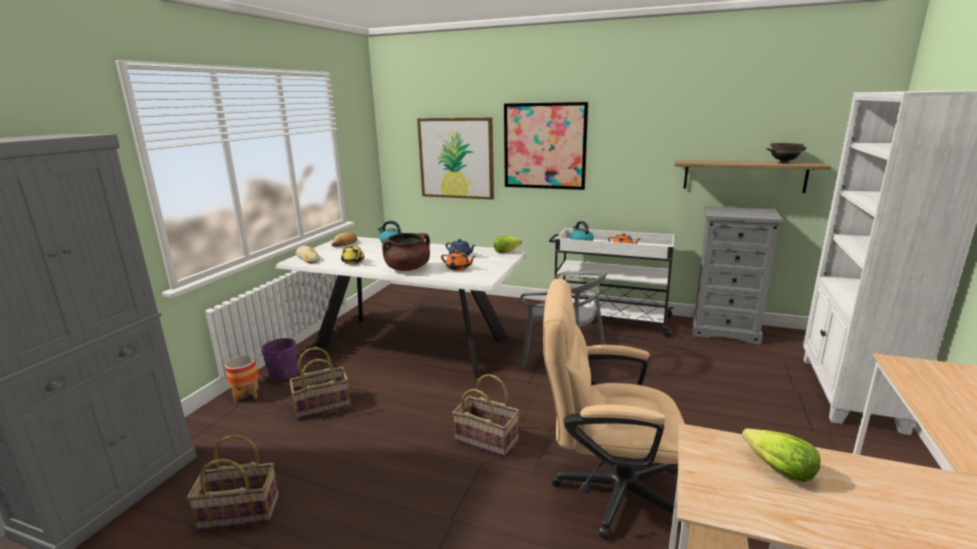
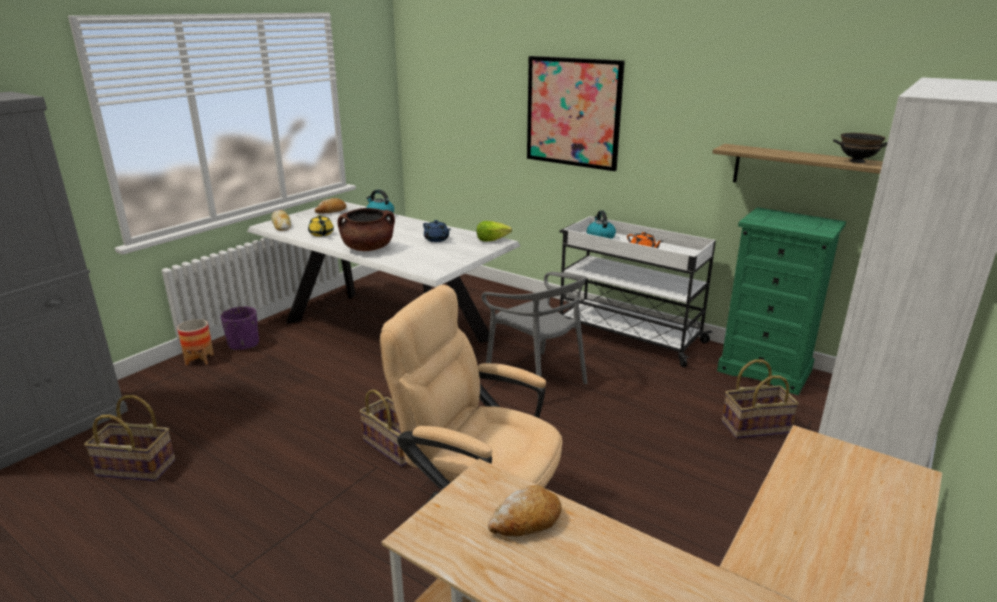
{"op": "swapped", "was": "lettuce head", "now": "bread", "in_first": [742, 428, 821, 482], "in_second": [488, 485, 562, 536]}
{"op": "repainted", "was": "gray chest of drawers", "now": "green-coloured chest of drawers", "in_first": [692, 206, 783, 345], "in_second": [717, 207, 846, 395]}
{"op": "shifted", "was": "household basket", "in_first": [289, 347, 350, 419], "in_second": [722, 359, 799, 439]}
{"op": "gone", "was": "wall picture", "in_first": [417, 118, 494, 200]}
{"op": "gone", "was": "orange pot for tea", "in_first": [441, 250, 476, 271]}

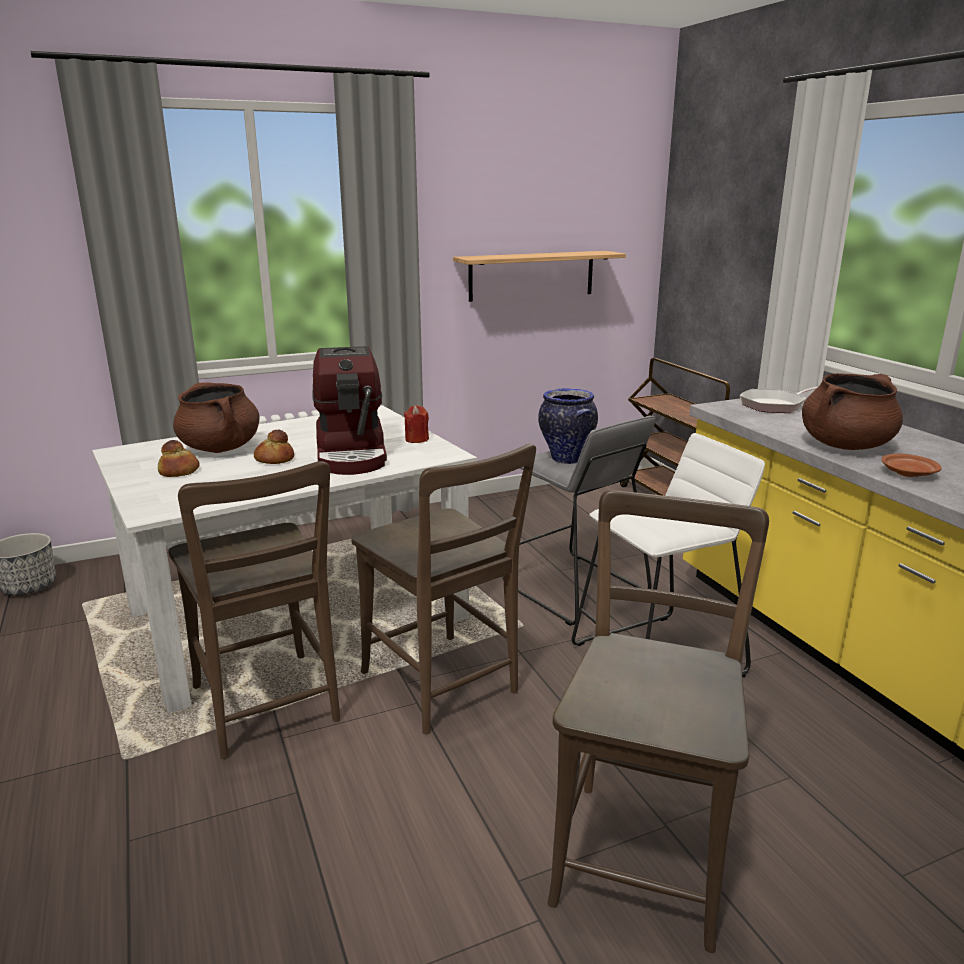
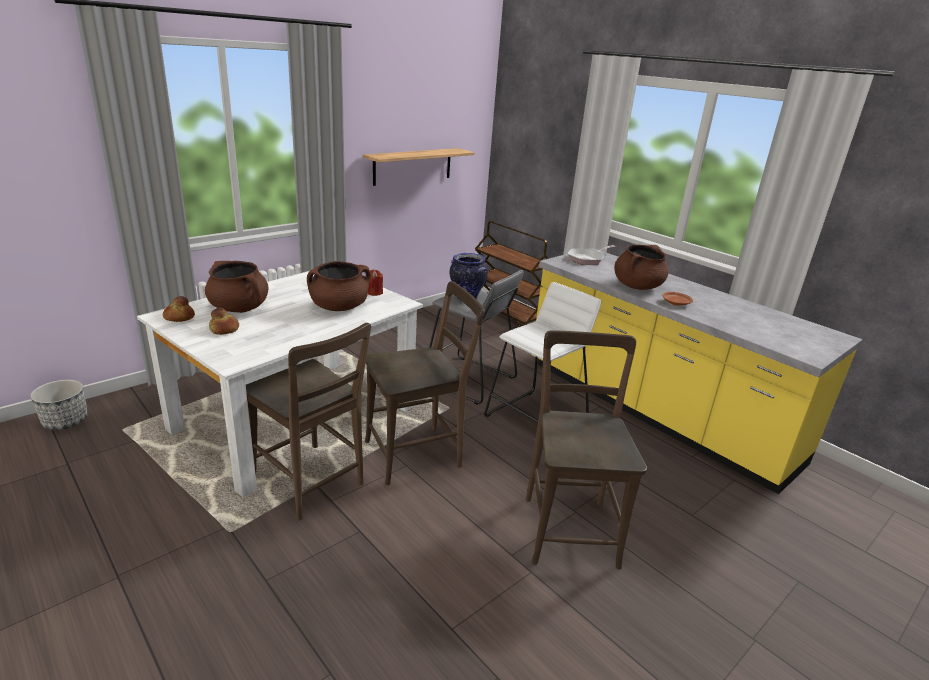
{"op": "shifted", "was": "bread", "in_first": [254, 430, 294, 464], "in_second": [163, 296, 195, 322]}
{"op": "swapped", "was": "coffee brewer", "now": "brownish stockpot", "in_first": [313, 346, 387, 475], "in_second": [307, 261, 371, 311]}
{"op": "rotated", "was": "brownish upright chair", "in_first": [351, 444, 536, 734], "in_second": [365, 281, 485, 485], "clockwise": -60}

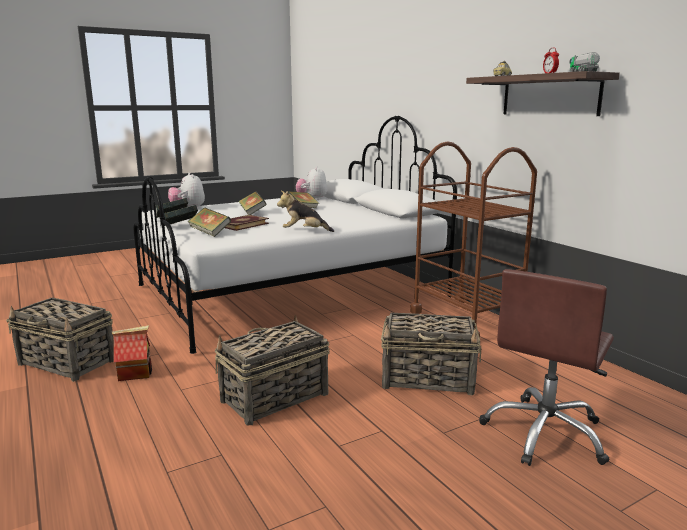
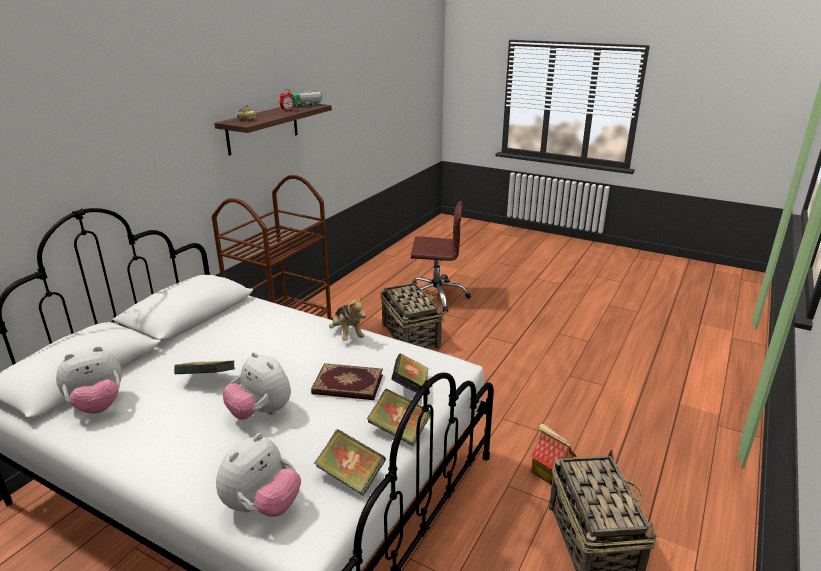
{"op": "swapped", "was": "book", "now": "soft toy", "in_first": [238, 191, 267, 215], "in_second": [223, 352, 291, 420]}
{"op": "gone", "was": "household basket", "in_first": [214, 315, 330, 425]}

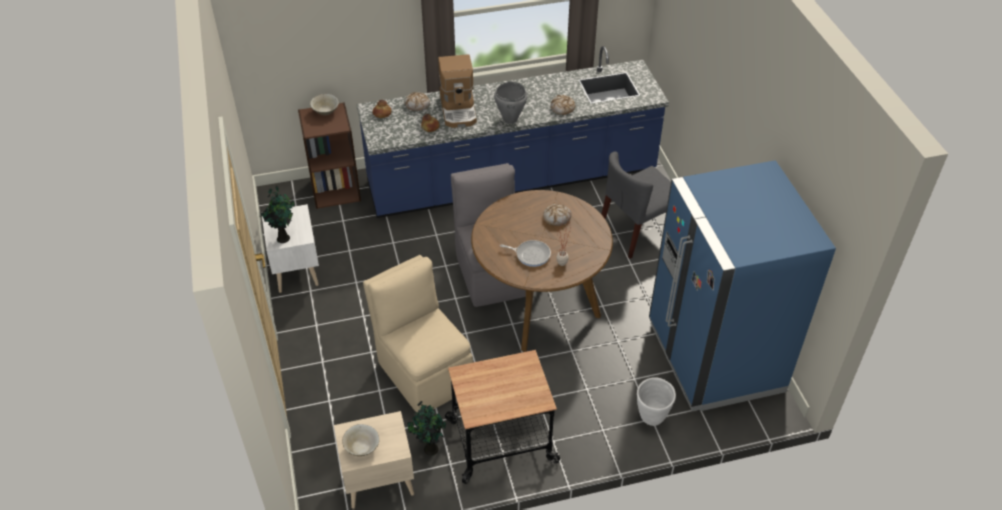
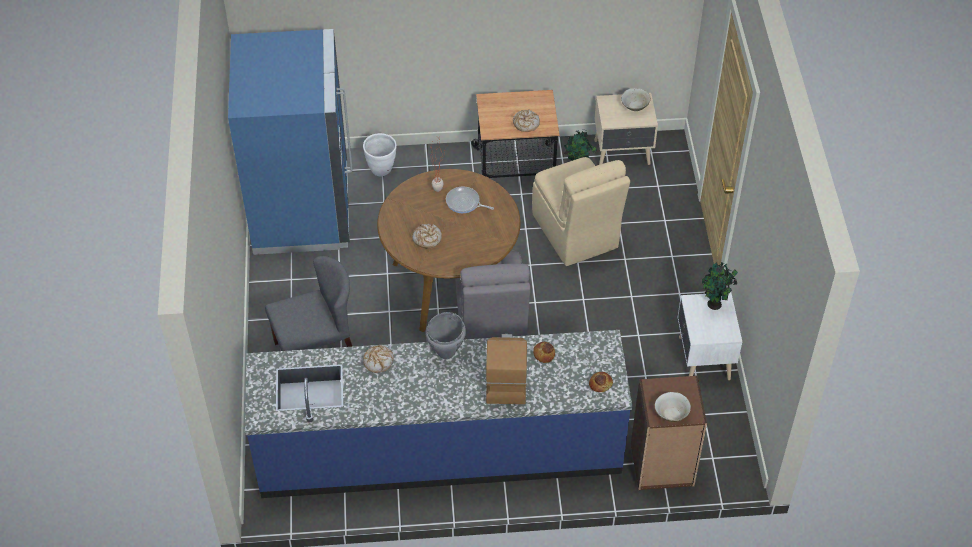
{"op": "shifted", "was": "bread", "in_first": [404, 92, 430, 111], "in_second": [513, 109, 540, 132]}

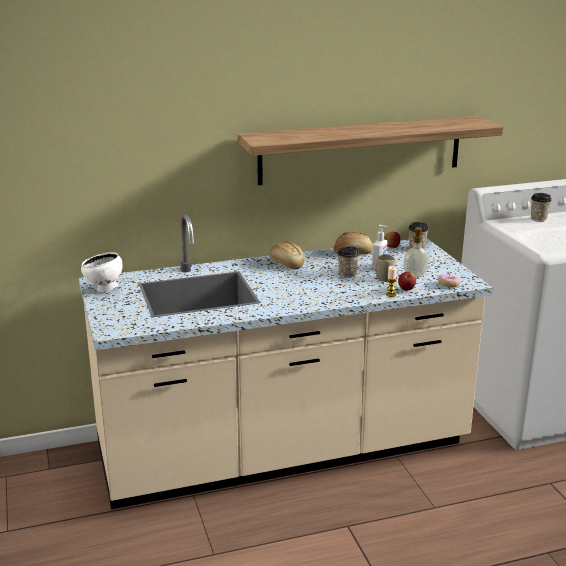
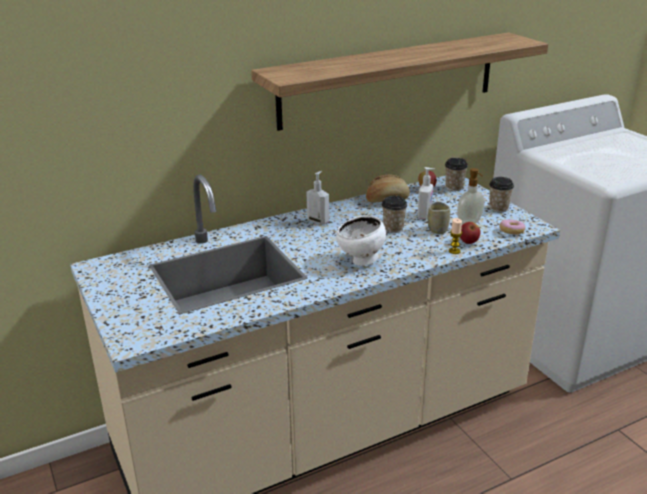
{"op": "swapped", "was": "bread", "now": "liquid soap bottle", "in_first": [269, 241, 304, 270], "in_second": [307, 171, 329, 224]}
{"op": "shifted", "was": "white-coloured deep dish", "in_first": [81, 252, 123, 292], "in_second": [336, 215, 386, 266]}
{"op": "shifted", "was": "small cup", "in_first": [531, 193, 552, 222], "in_second": [489, 177, 514, 212]}

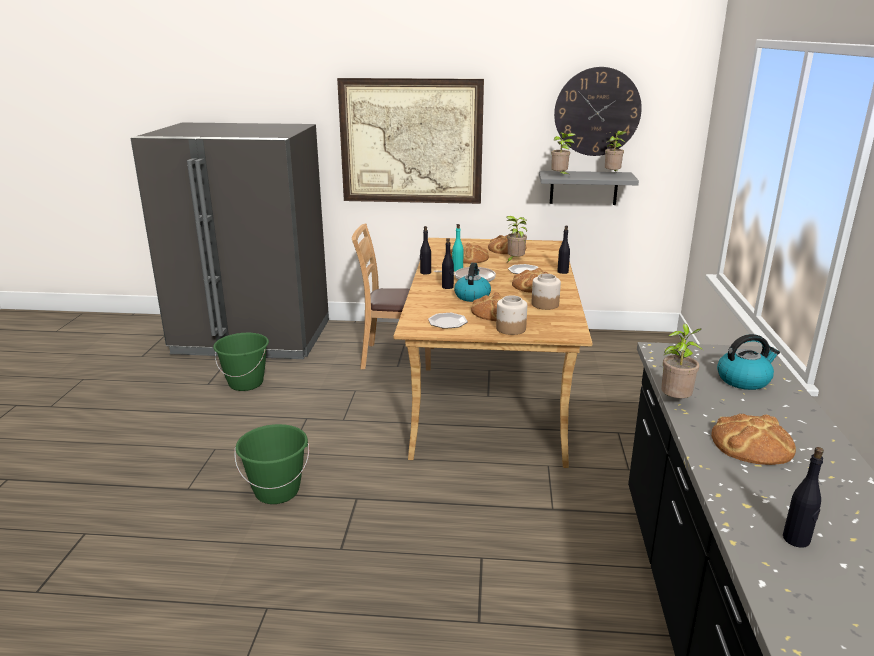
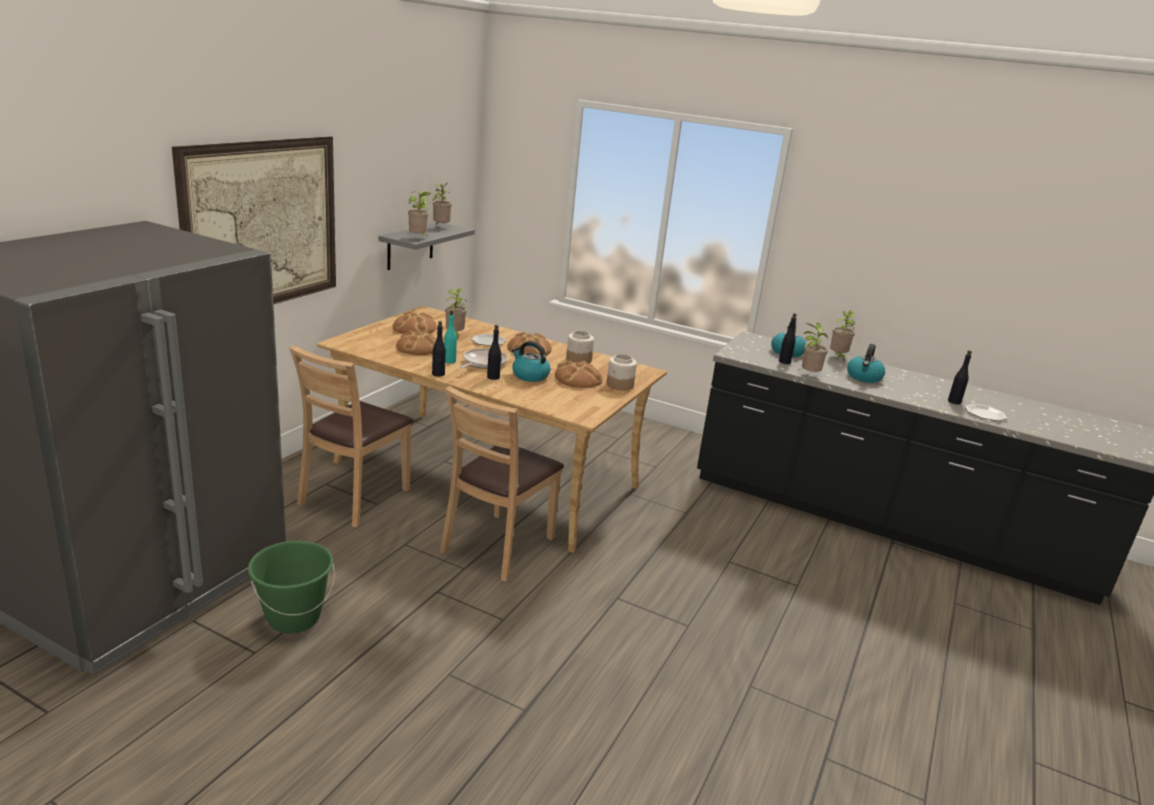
{"op": "new", "now": "brownish upright chair", "in_second": [440, 386, 564, 582]}
{"op": "shifted", "was": "black-coloured beverage bottle", "in_first": [557, 226, 570, 274], "in_second": [779, 313, 797, 364]}
{"op": "new", "now": "houseplant", "in_second": [830, 310, 855, 361]}
{"op": "swapped", "was": "bread", "now": "kettle", "in_first": [711, 414, 796, 465], "in_second": [847, 344, 885, 383]}
{"op": "shifted", "was": "plate", "in_first": [428, 313, 468, 329], "in_second": [965, 404, 1007, 421]}
{"op": "gone", "was": "green-coloured water bucket", "in_first": [234, 424, 309, 504]}
{"op": "gone", "was": "hanging clock", "in_first": [554, 67, 642, 156]}

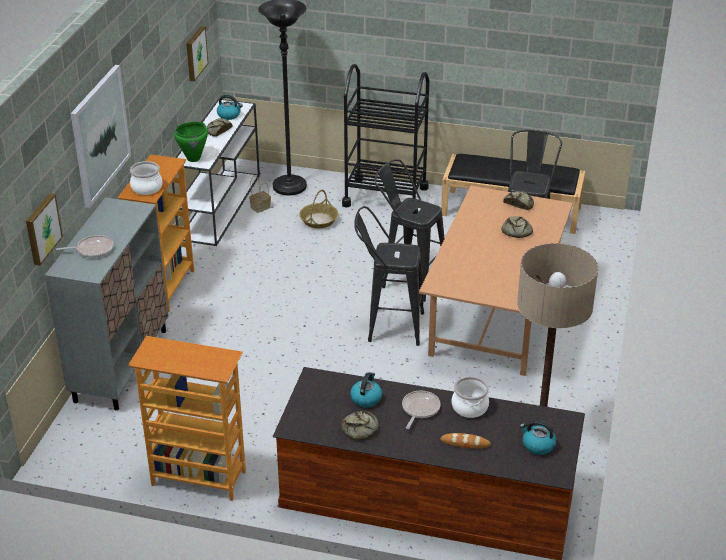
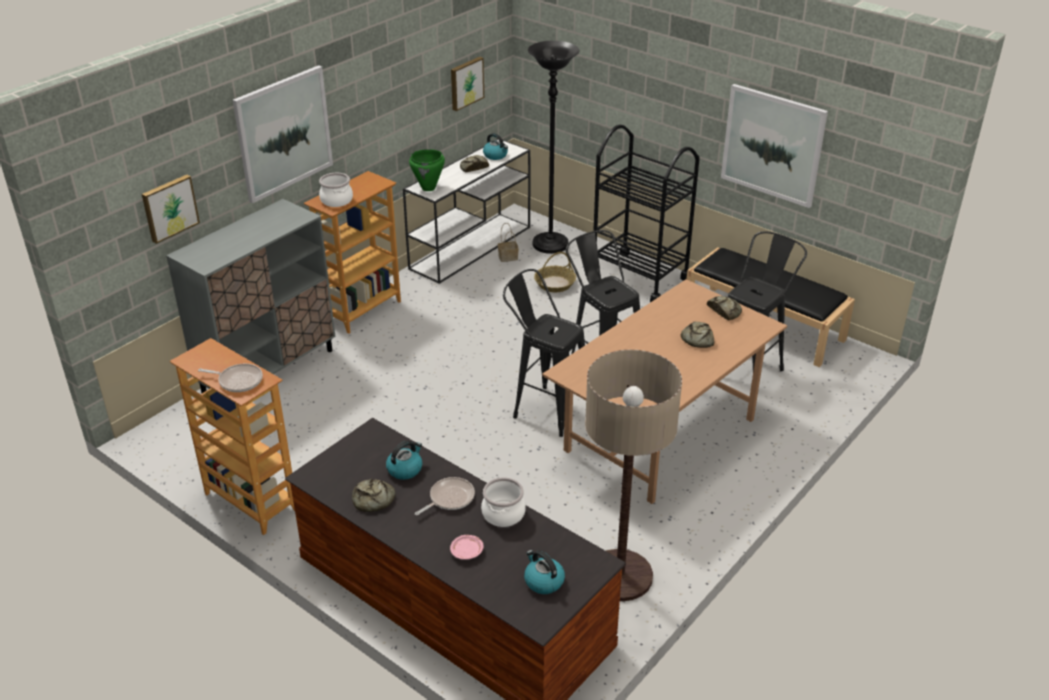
{"op": "shifted", "was": "pan", "in_first": [56, 235, 113, 258], "in_second": [198, 364, 263, 392]}
{"op": "swapped", "was": "bread", "now": "pink-coloured plate", "in_first": [440, 433, 491, 449], "in_second": [450, 535, 484, 560]}
{"op": "new", "now": "wall picture", "in_second": [721, 84, 828, 208]}

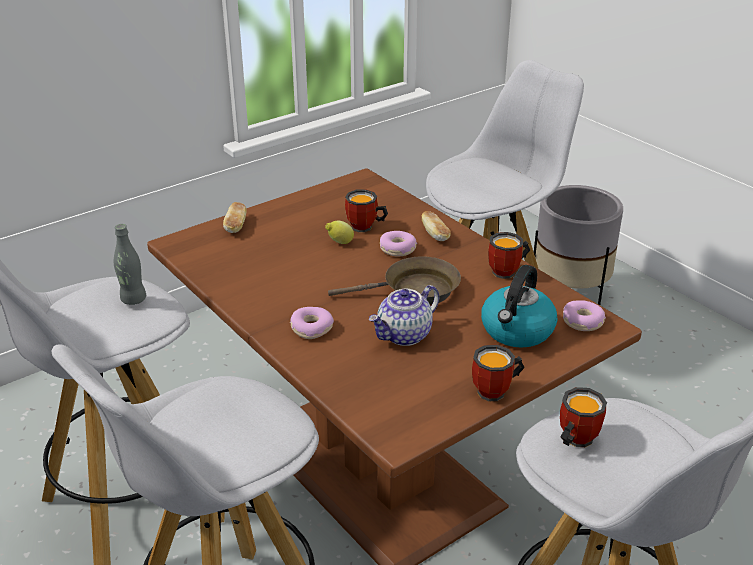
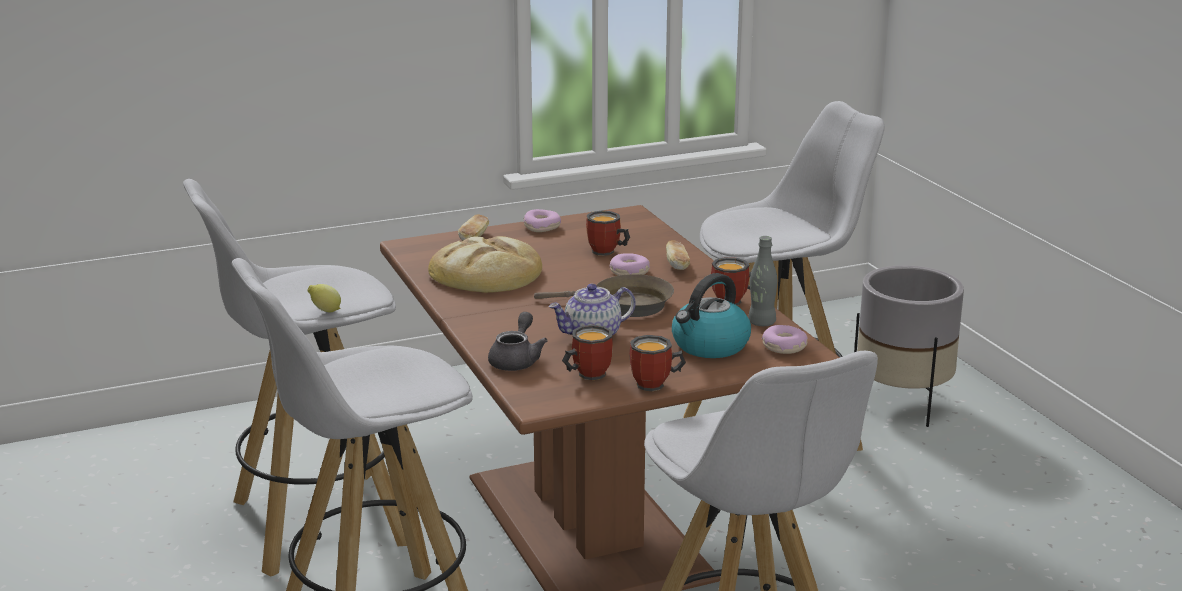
{"op": "shifted", "was": "whole lemon", "in_first": [325, 221, 354, 244], "in_second": [307, 284, 341, 312]}
{"op": "new", "now": "bread", "in_second": [428, 236, 542, 293]}
{"op": "new", "now": "gray pot for tea", "in_second": [488, 312, 548, 371]}
{"op": "shifted", "was": "doughnut", "in_first": [290, 307, 334, 339], "in_second": [524, 209, 561, 232]}
{"op": "shifted", "was": "mug", "in_first": [560, 387, 607, 447], "in_second": [562, 325, 613, 380]}
{"op": "shifted", "was": "gray beverage bottle", "in_first": [114, 224, 146, 305], "in_second": [748, 236, 777, 326]}

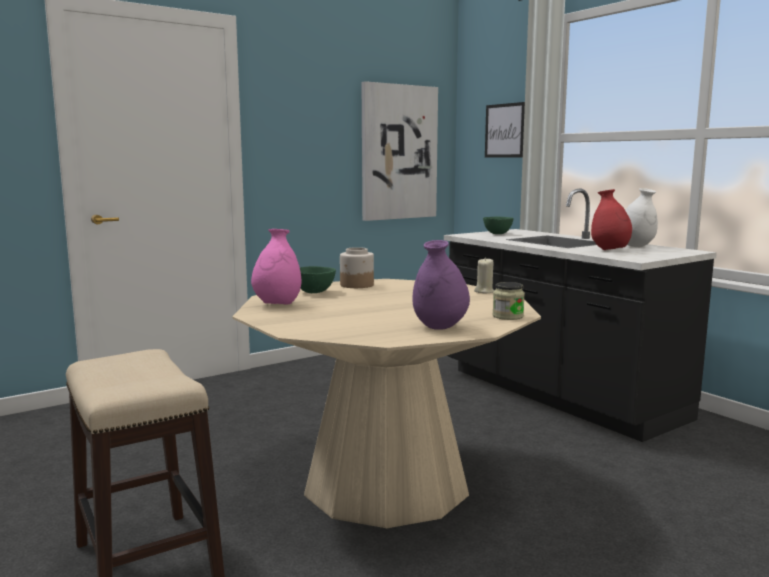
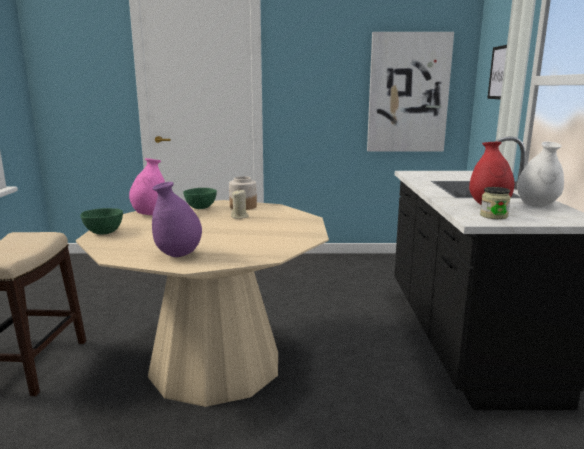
{"op": "shifted", "was": "green-coloured deep dish", "in_first": [483, 217, 514, 234], "in_second": [80, 208, 123, 235]}
{"op": "shifted", "was": "beige wax light", "in_first": [474, 257, 494, 293], "in_second": [231, 190, 249, 219]}
{"op": "shifted", "was": "jar", "in_first": [492, 282, 525, 320], "in_second": [480, 187, 511, 219]}

